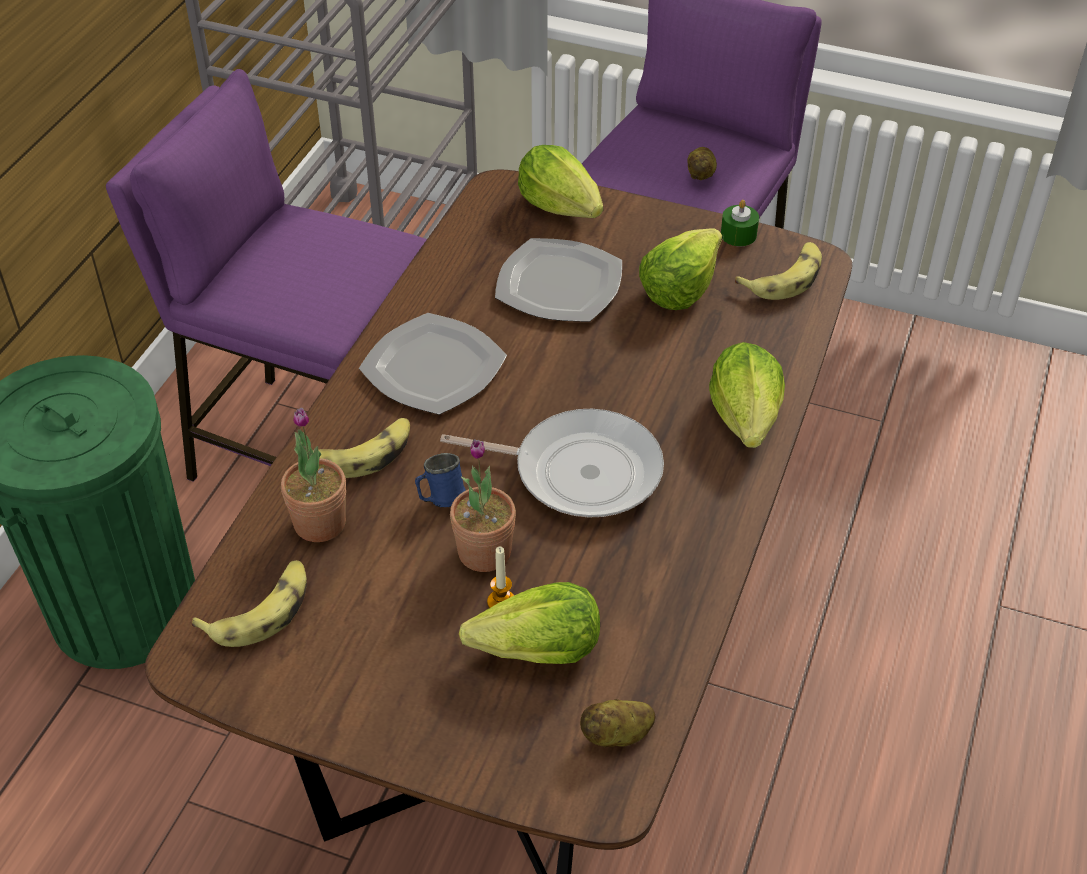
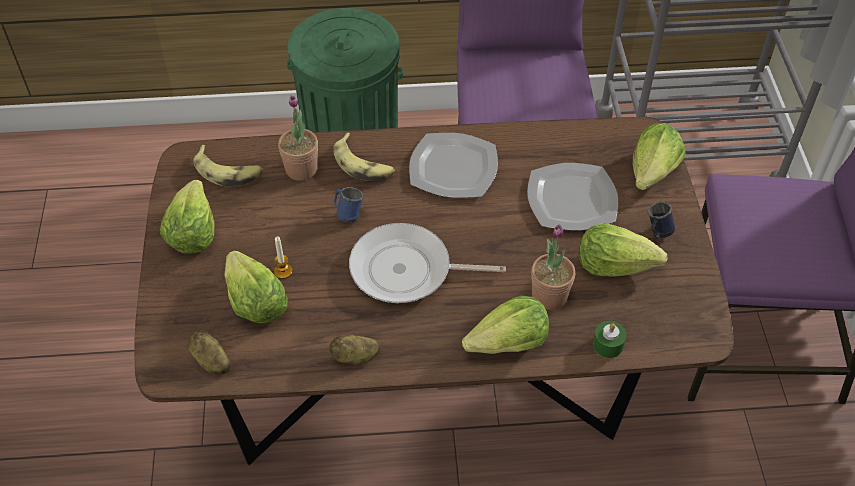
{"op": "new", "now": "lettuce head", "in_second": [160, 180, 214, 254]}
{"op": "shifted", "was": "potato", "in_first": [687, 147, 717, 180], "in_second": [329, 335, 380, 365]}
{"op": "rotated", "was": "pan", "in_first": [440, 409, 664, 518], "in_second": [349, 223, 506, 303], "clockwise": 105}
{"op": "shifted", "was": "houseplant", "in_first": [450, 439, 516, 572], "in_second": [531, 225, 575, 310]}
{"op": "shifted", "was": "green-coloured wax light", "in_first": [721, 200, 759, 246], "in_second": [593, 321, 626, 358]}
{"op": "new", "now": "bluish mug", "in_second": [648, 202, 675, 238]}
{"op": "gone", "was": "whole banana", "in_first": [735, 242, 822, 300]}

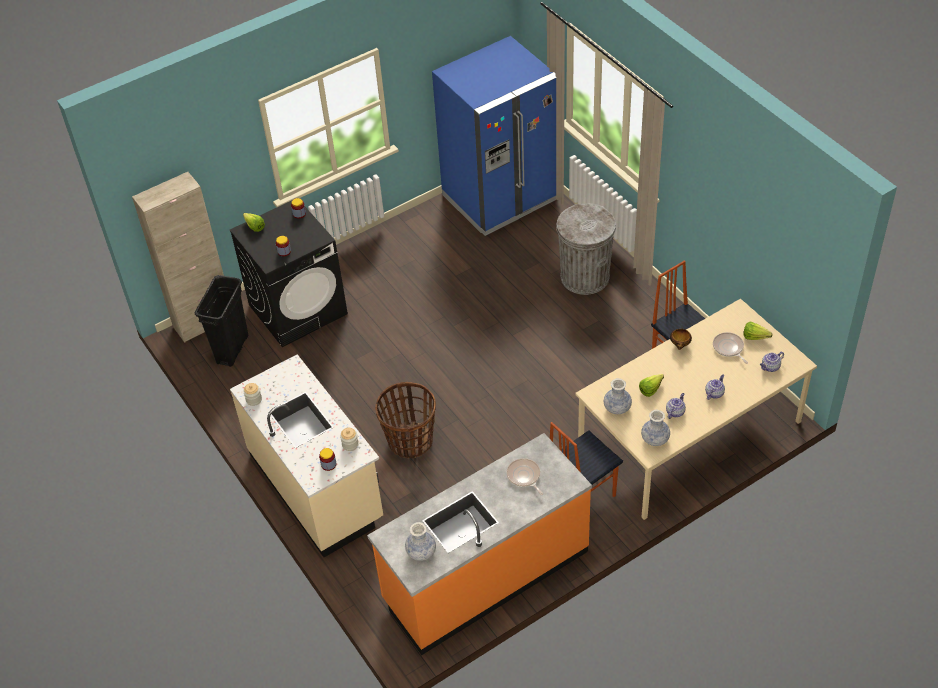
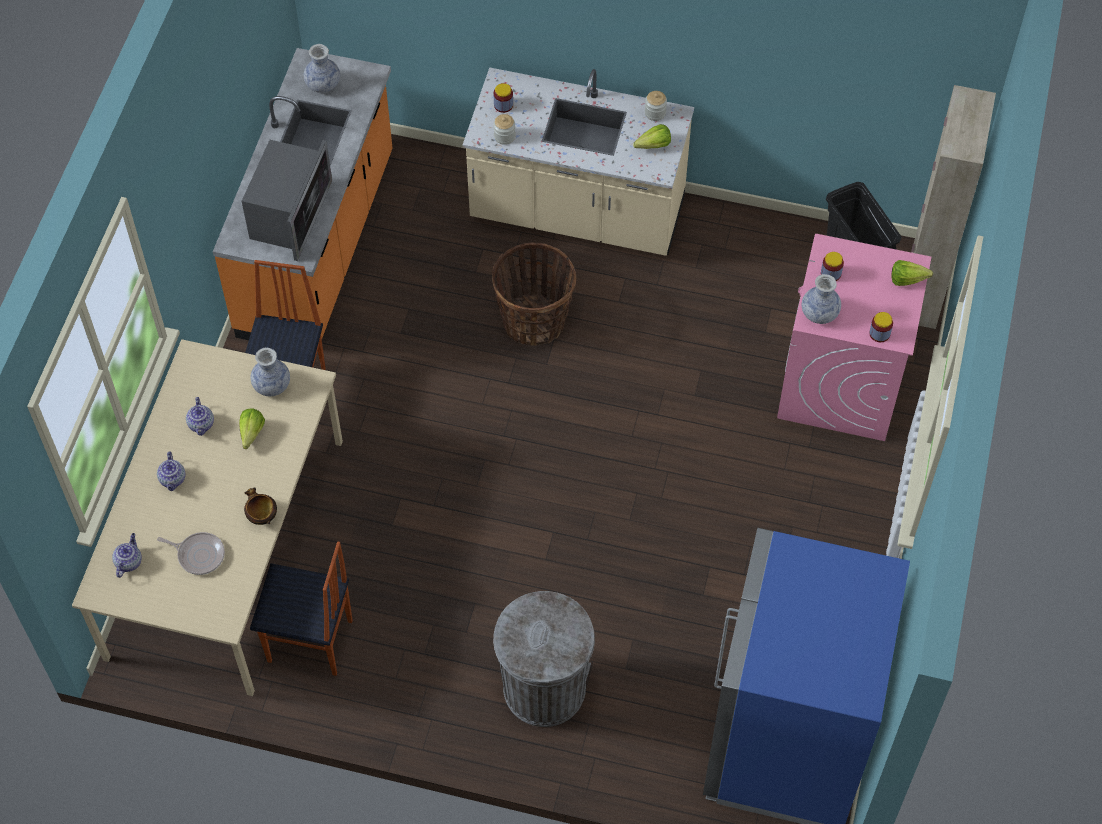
{"op": "swapped", "was": "pan", "now": "microwave oven", "in_first": [507, 458, 543, 495], "in_second": [242, 140, 332, 261]}
{"op": "shifted", "was": "lettuce head", "in_first": [743, 322, 773, 340], "in_second": [633, 124, 671, 149]}
{"op": "repainted", "was": "black-coloured laundry machine", "now": "pink-coloured laundry machine", "in_first": [230, 201, 348, 347], "in_second": [777, 234, 931, 441]}
{"op": "shifted", "was": "flower vase", "in_first": [641, 410, 670, 446], "in_second": [802, 274, 841, 324]}

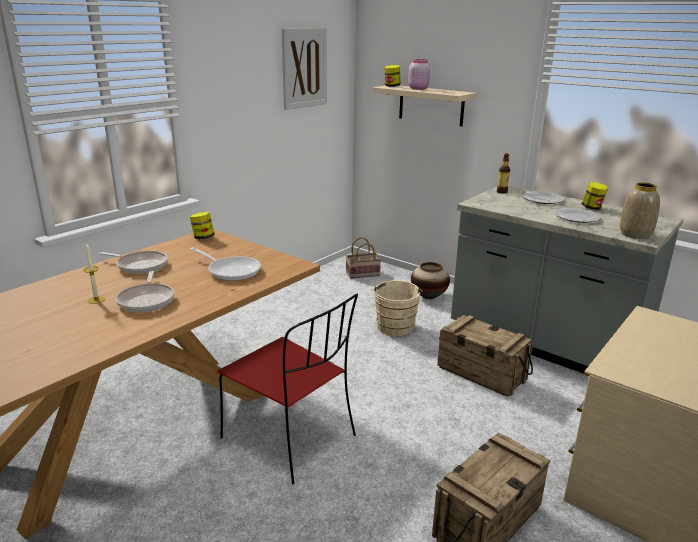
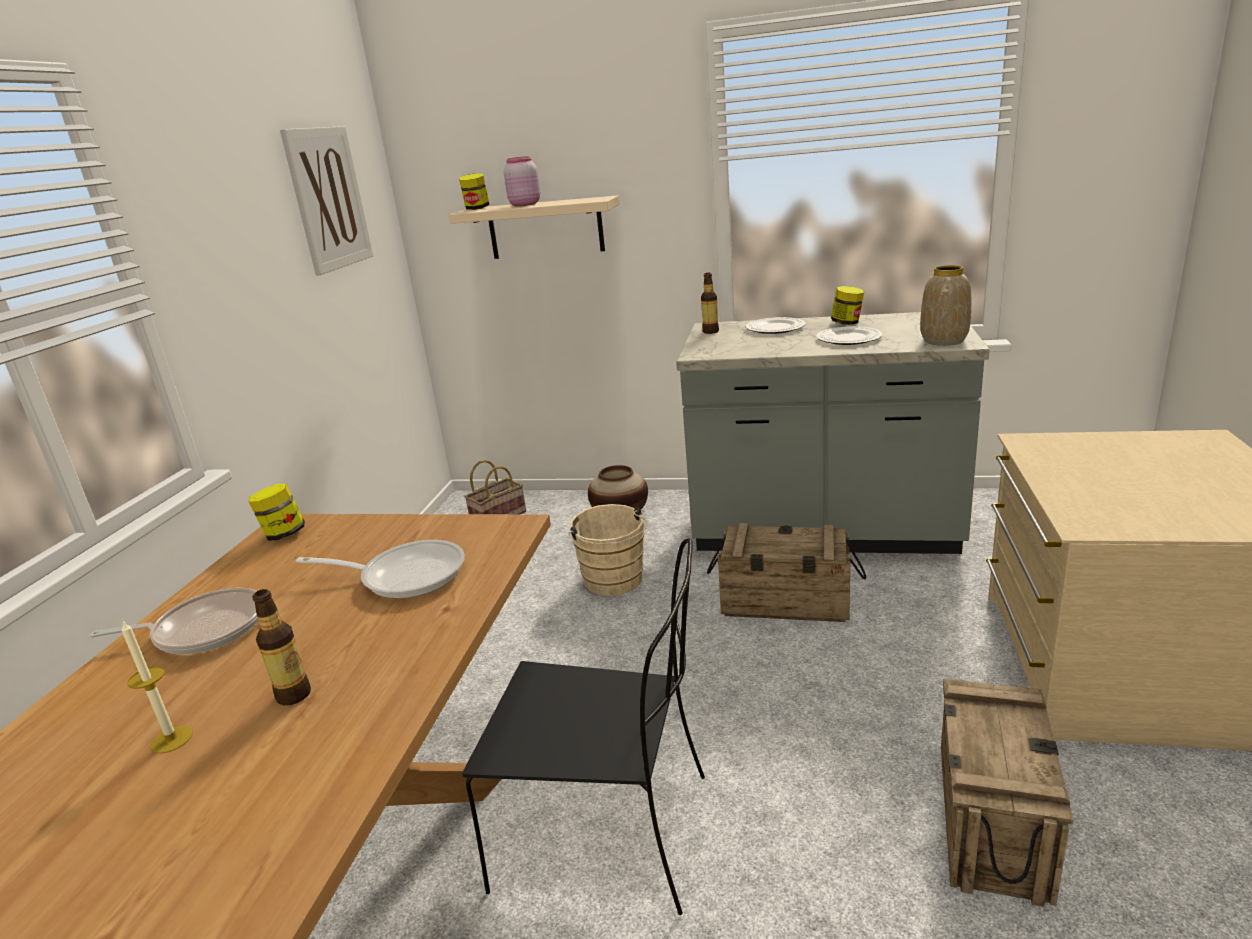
{"op": "swapped", "was": "pan", "now": "beverage bottle", "in_first": [116, 271, 175, 312], "in_second": [252, 589, 311, 705]}
{"op": "repainted", "was": "reddish upright chair", "now": "black-coloured upright chair", "in_first": [218, 293, 358, 484], "in_second": [462, 538, 705, 915]}

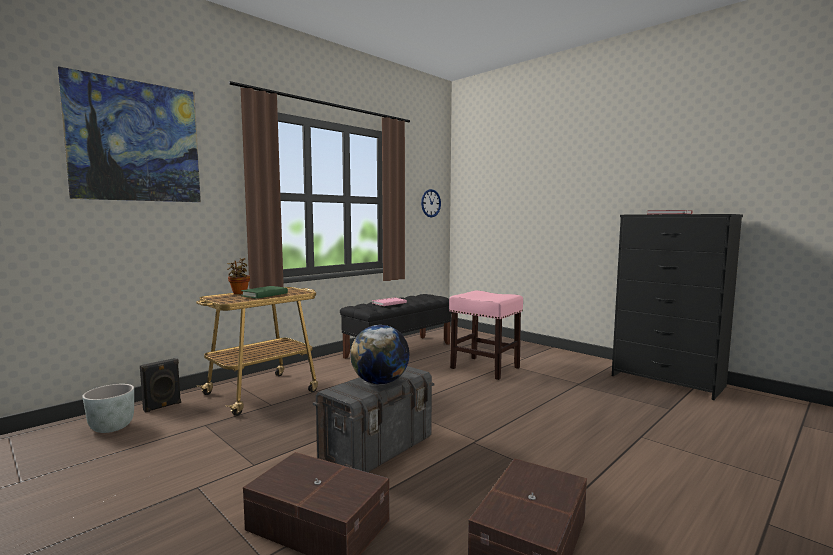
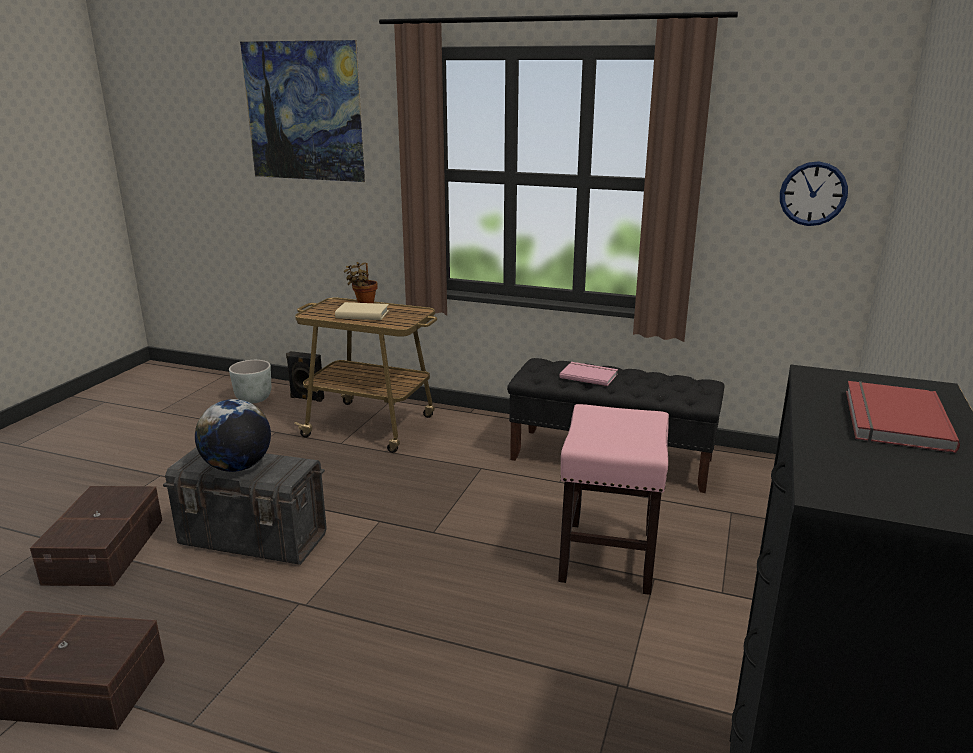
{"op": "repainted", "was": "green-coloured book", "now": "beige book", "in_first": [241, 286, 288, 298], "in_second": [335, 302, 389, 320]}

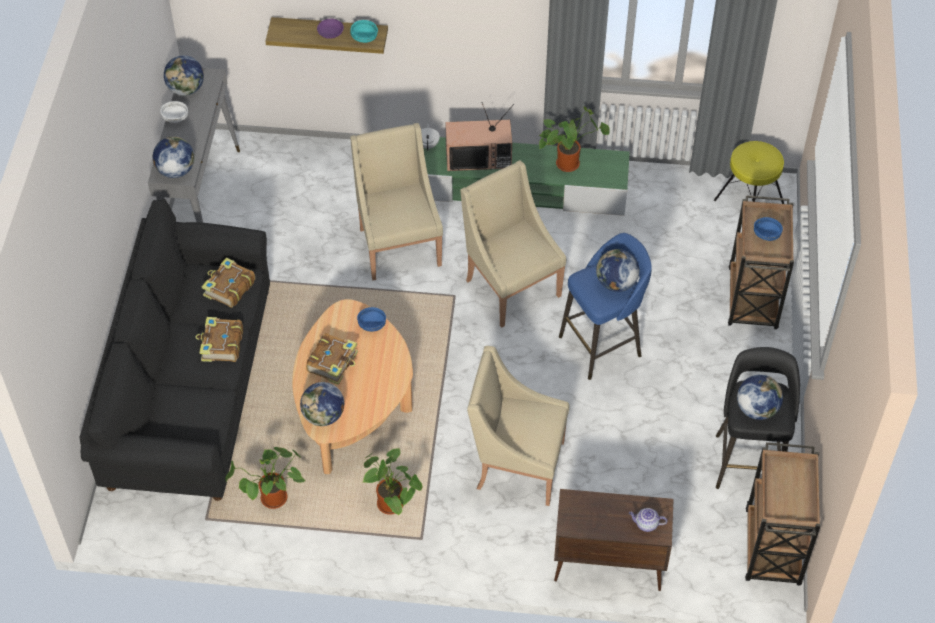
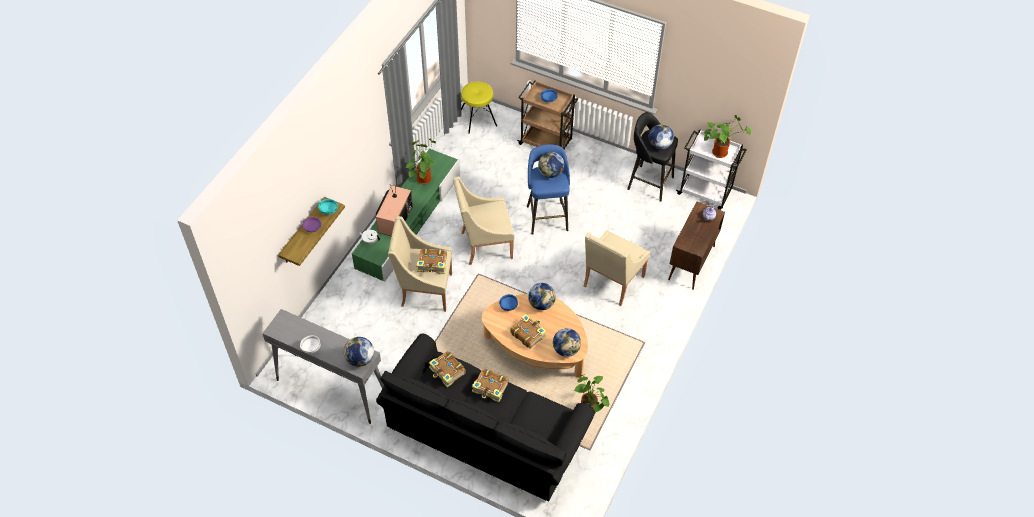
{"op": "new", "now": "book", "in_second": [417, 248, 447, 274]}
{"op": "shifted", "was": "globe", "in_first": [164, 55, 204, 96], "in_second": [528, 283, 556, 310]}
{"op": "repainted", "was": "brownish trolley", "now": "white-coloured trolley", "in_first": [745, 442, 821, 586], "in_second": [676, 129, 747, 210]}
{"op": "shifted", "was": "houseplant", "in_first": [363, 448, 422, 515], "in_second": [703, 115, 751, 158]}

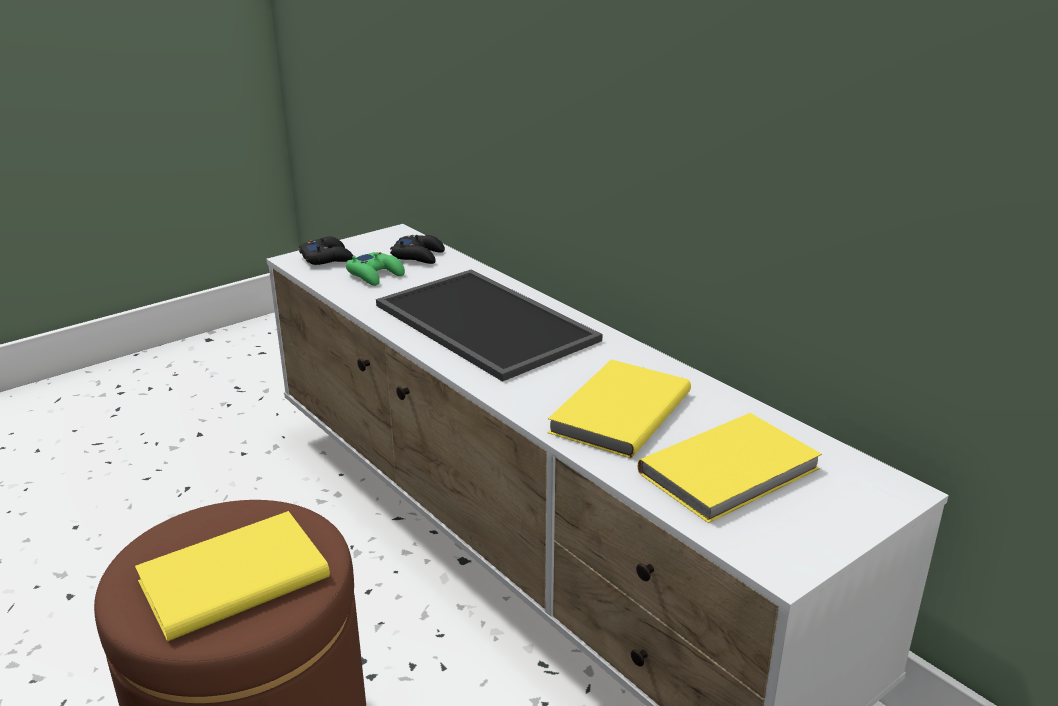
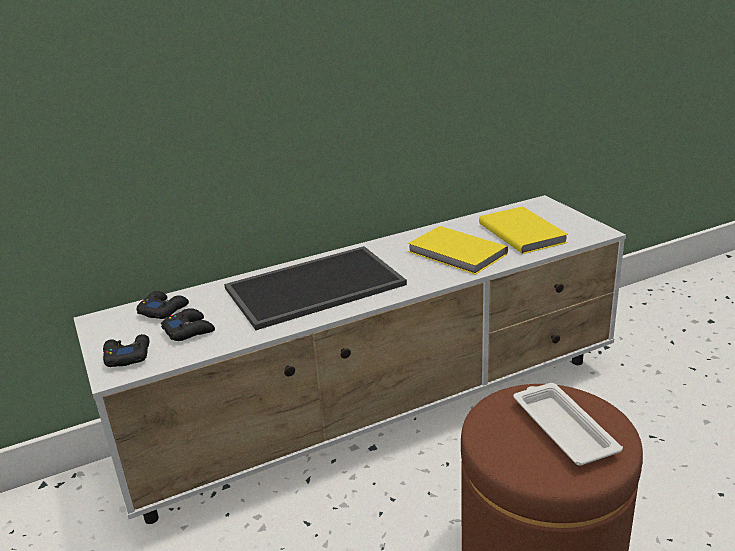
{"op": "repainted", "was": "green-coloured game controller", "now": "black-coloured game controller", "in_first": [346, 252, 405, 286], "in_second": [161, 308, 215, 341]}
{"op": "swapped", "was": "yellowish book", "now": "white-coloured carrying tray", "in_first": [135, 511, 330, 641], "in_second": [513, 383, 623, 466]}

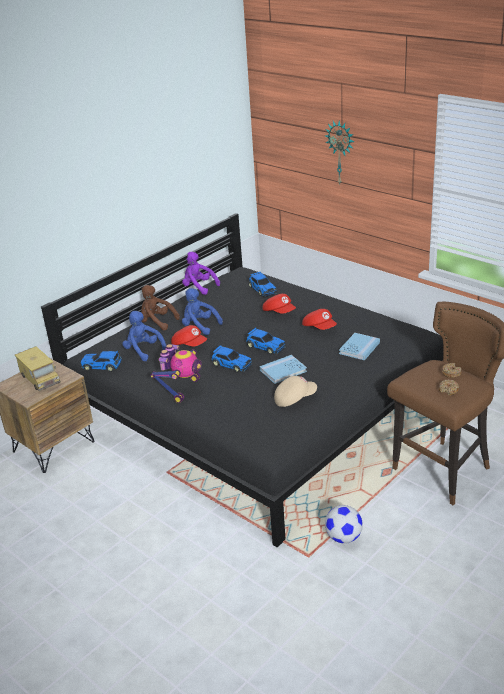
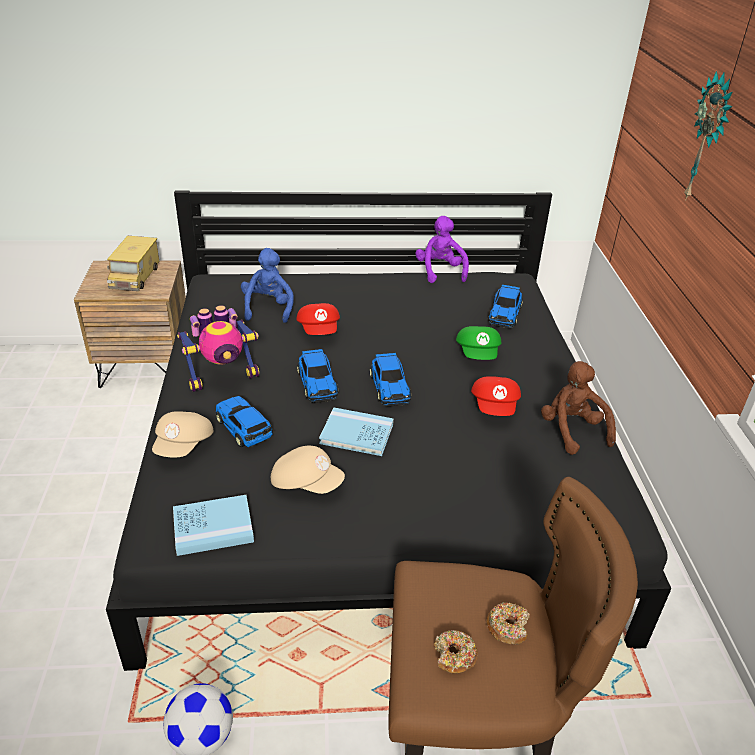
{"op": "new", "now": "beige baseball cap", "in_second": [152, 411, 213, 458]}
{"op": "shifted", "was": "bluish book", "in_first": [339, 333, 380, 360], "in_second": [173, 495, 254, 556]}
{"op": "shifted", "was": "toy car", "in_first": [81, 351, 122, 372], "in_second": [215, 396, 273, 447]}
{"op": "repainted", "was": "reddish baseball cap", "now": "green-coloured baseball cap", "in_first": [263, 294, 296, 314], "in_second": [456, 326, 501, 360]}
{"op": "shifted", "was": "brownish soft toy", "in_first": [141, 285, 180, 330], "in_second": [541, 361, 616, 455]}
{"op": "gone", "was": "bluish soft toy", "in_first": [182, 288, 223, 335]}

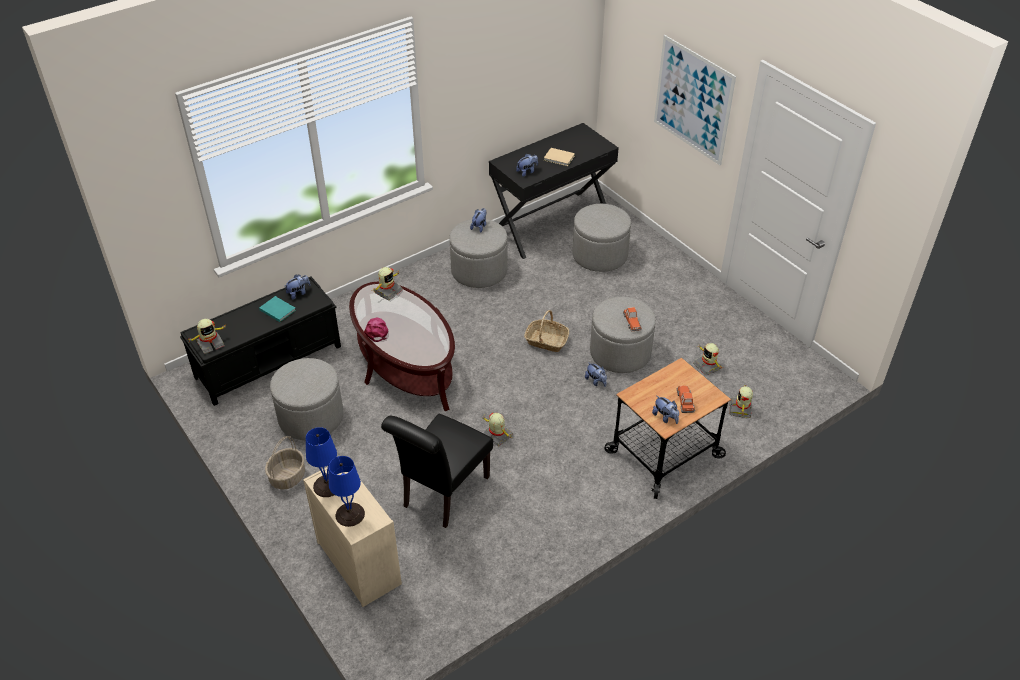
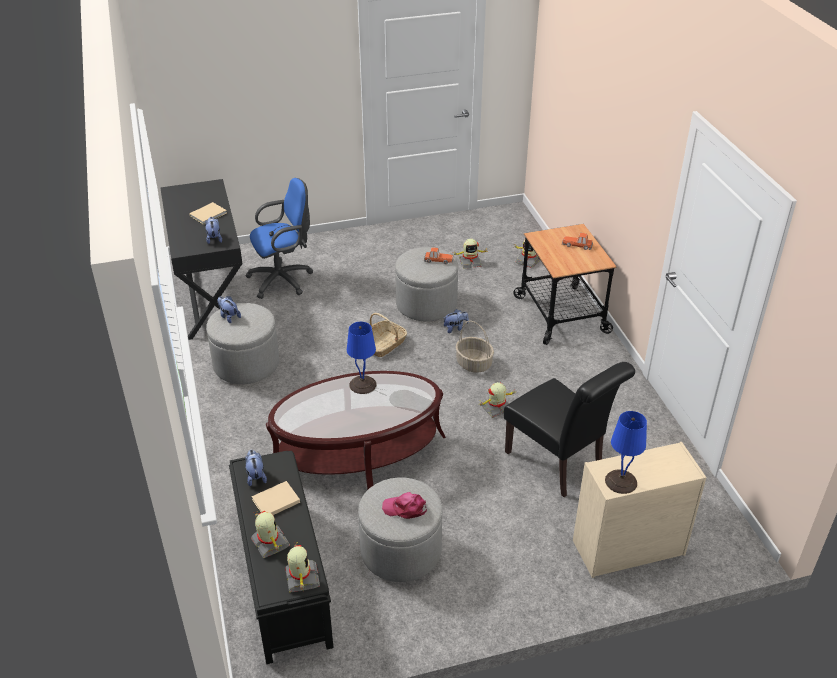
{"op": "swapped", "was": "gray pouffe", "now": "bluish desk chair", "in_first": [572, 204, 631, 272], "in_second": [245, 178, 313, 299]}
{"op": "shifted", "was": "robot figure", "in_first": [373, 267, 403, 300], "in_second": [251, 511, 290, 558]}
{"op": "repainted", "was": "blue-green book", "now": "beige book", "in_first": [259, 296, 296, 322], "in_second": [252, 481, 300, 515]}
{"op": "shifted", "was": "bluish lamp for a table", "in_first": [329, 456, 365, 527], "in_second": [347, 322, 377, 394]}
{"op": "shifted", "was": "pink-coloured baseball cap", "in_first": [364, 317, 388, 342], "in_second": [382, 492, 427, 519]}
{"op": "shifted", "was": "household basket", "in_first": [265, 436, 305, 489], "in_second": [455, 321, 494, 373]}
{"op": "gone", "was": "soft toy", "in_first": [652, 395, 679, 424]}
{"op": "gone", "was": "wall picture", "in_first": [654, 35, 736, 165]}

